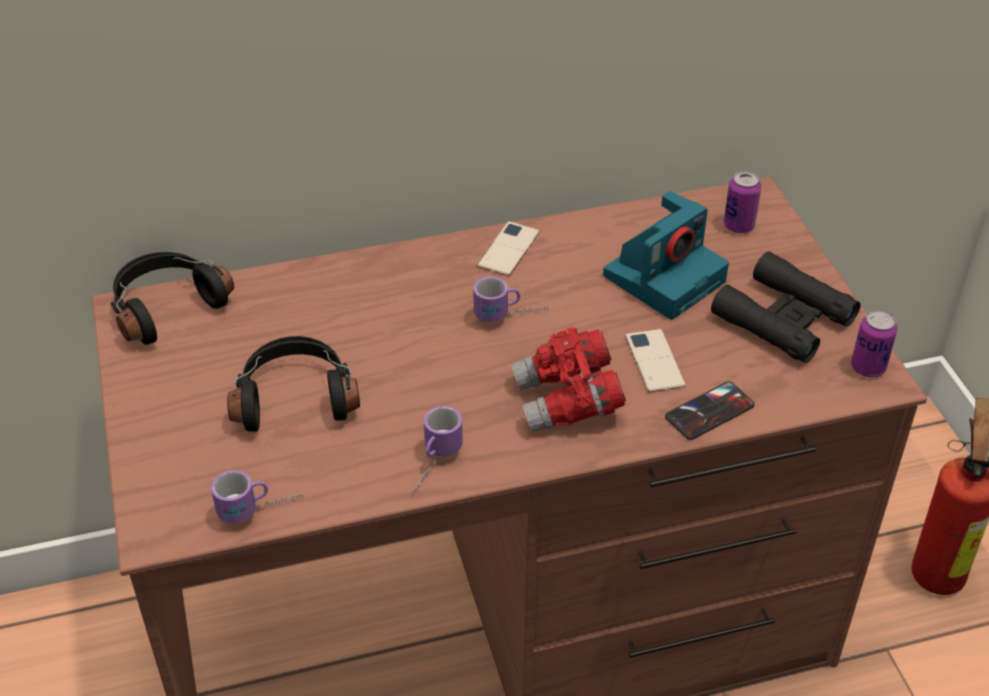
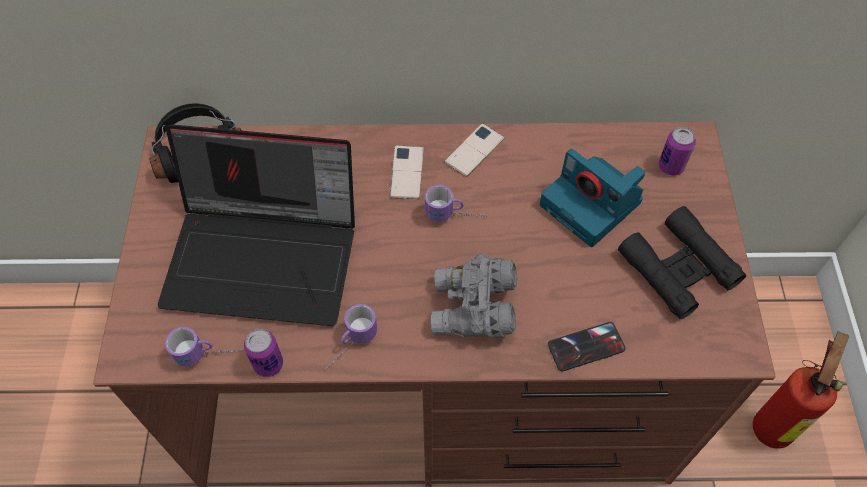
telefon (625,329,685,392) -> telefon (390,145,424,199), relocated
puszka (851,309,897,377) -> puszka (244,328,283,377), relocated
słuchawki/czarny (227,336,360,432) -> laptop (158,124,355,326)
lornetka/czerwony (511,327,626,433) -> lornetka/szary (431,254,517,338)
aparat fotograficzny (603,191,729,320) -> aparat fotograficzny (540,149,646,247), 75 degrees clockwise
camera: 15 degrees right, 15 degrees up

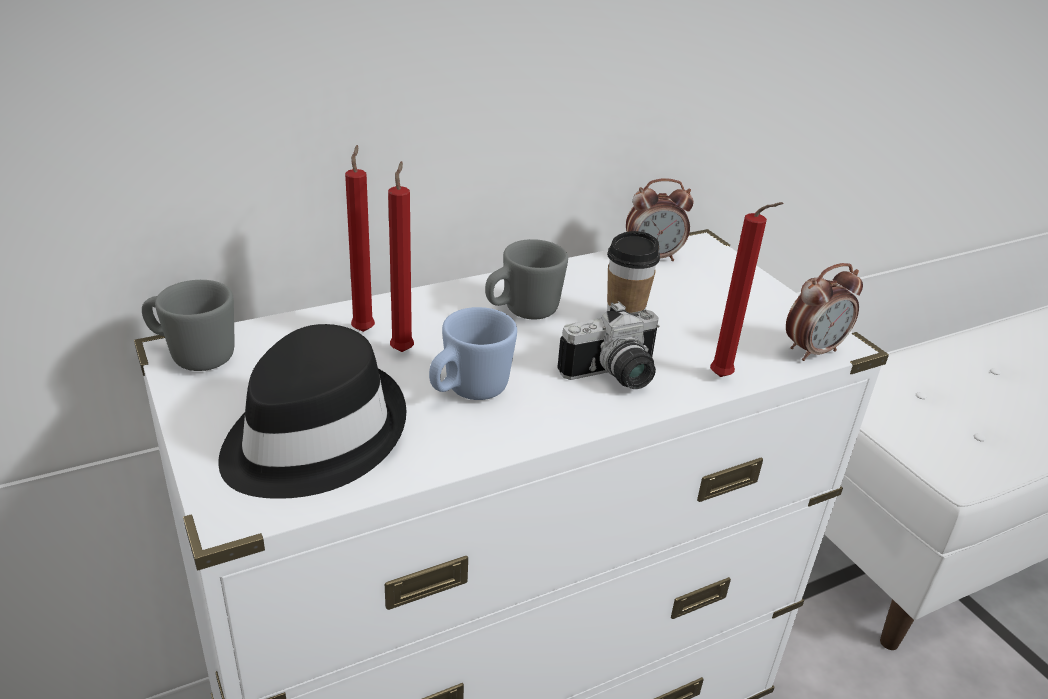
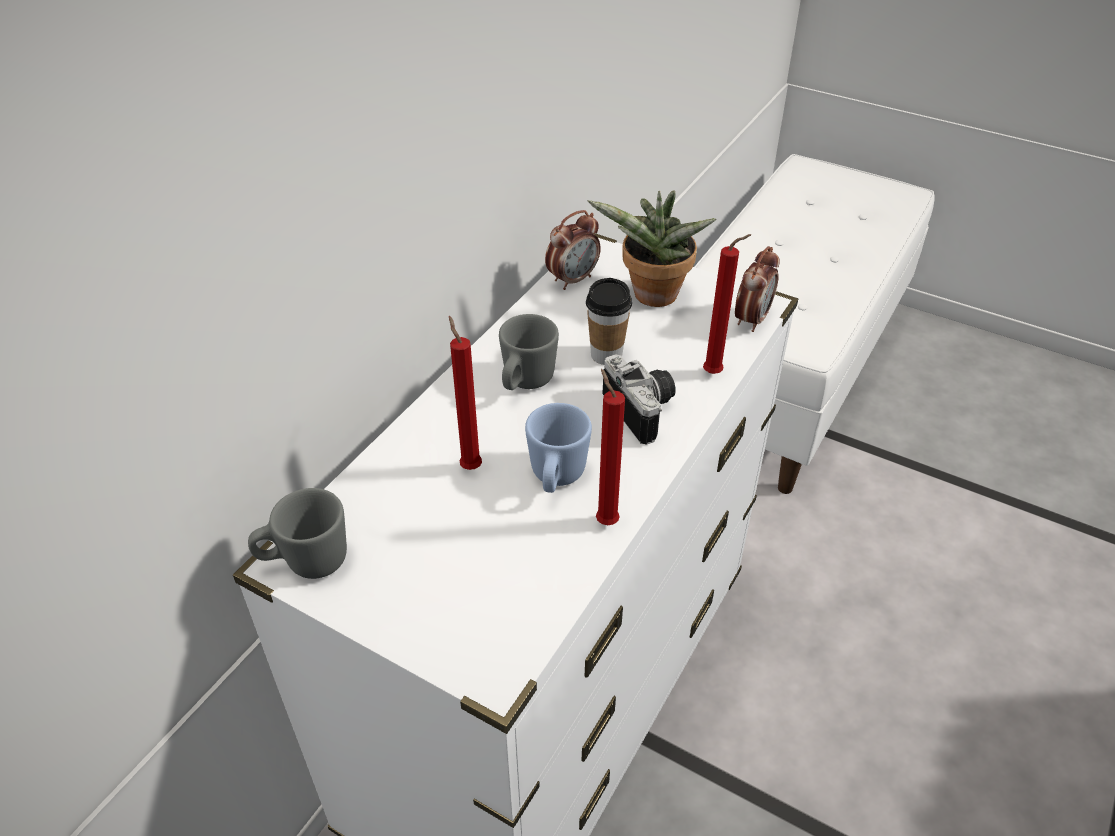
kapelusz/czarny (218,324,406,499) -> none
none -> roślina doniczkowa (587,190,716,307)
świeca/czerwony (345,145,375,332) -> świeca/czerwony (596,369,625,525), relocated
aparat fotograficzny (557,301,660,389) -> aparat fotograficzny (602,354,676,445), 60 degrees counterclockwise
camera: 30 degrees left, 10 degrees up

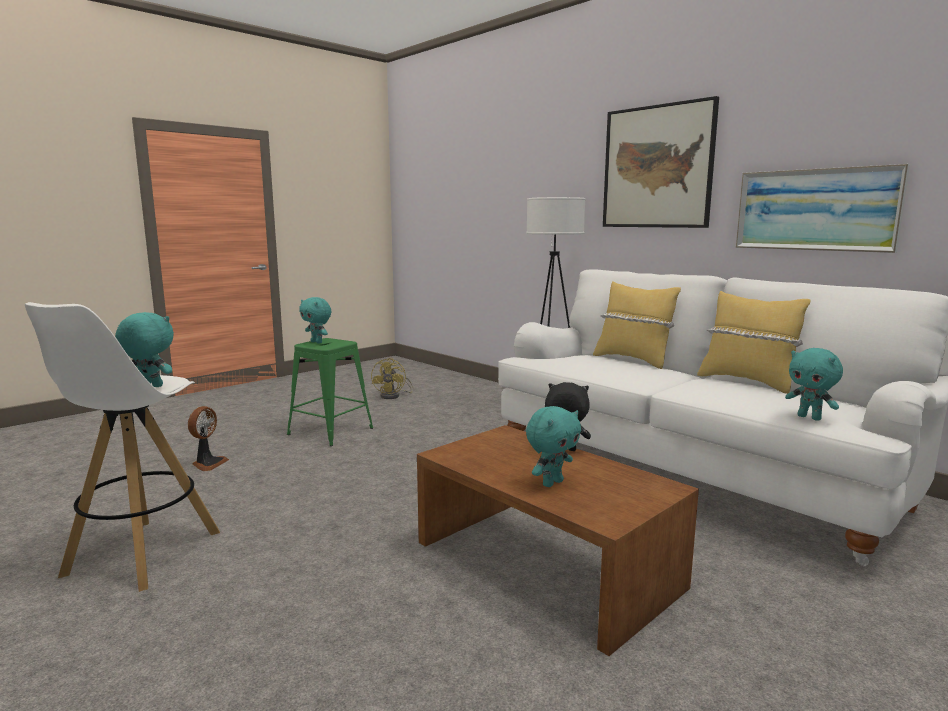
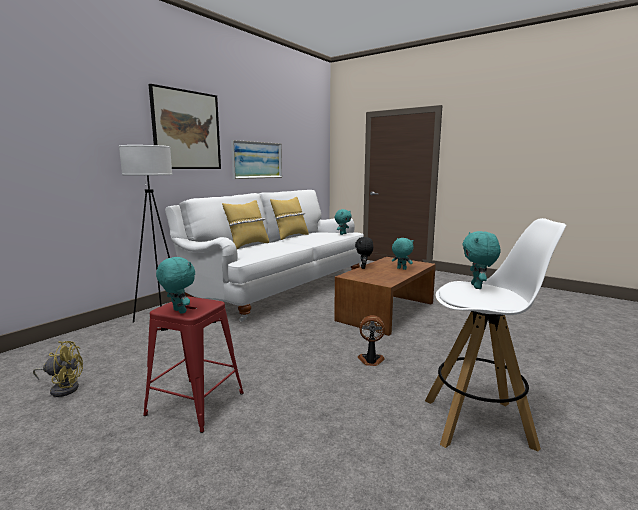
wentylator (188,406,229,471) -> wentylator (358,315,385,366), relocated
stołek/zielony (287,338,373,446) -> stołek/czerwony (143,296,244,433)
pluszak/turkusowy (299,297,331,343) -> pluszak/turkusowy (156,257,195,314), 75 degrees counterclockwise
camera: 100 degrees left, 0 degrees up

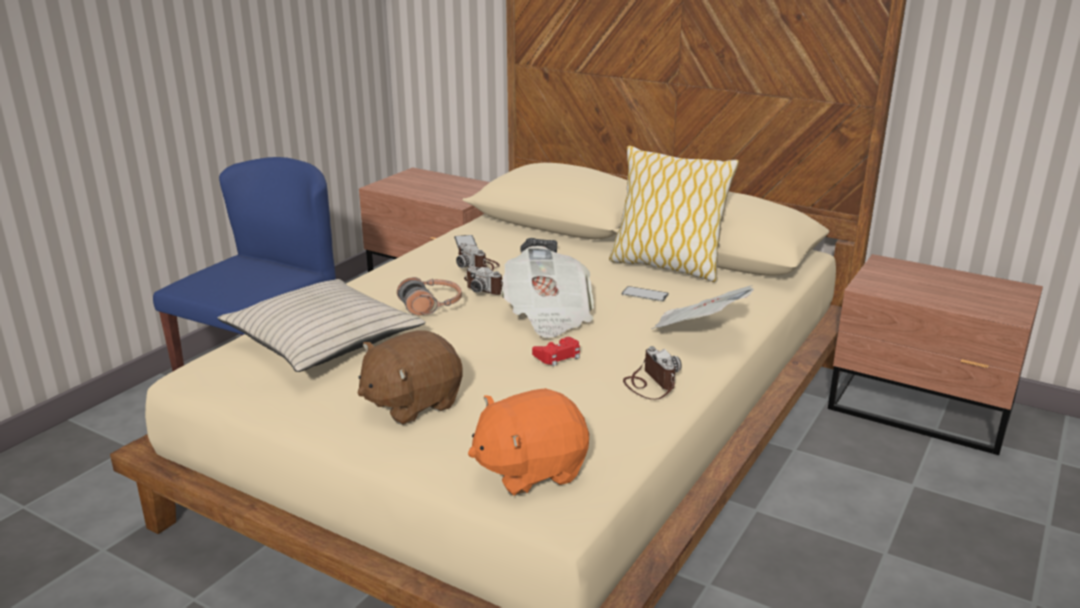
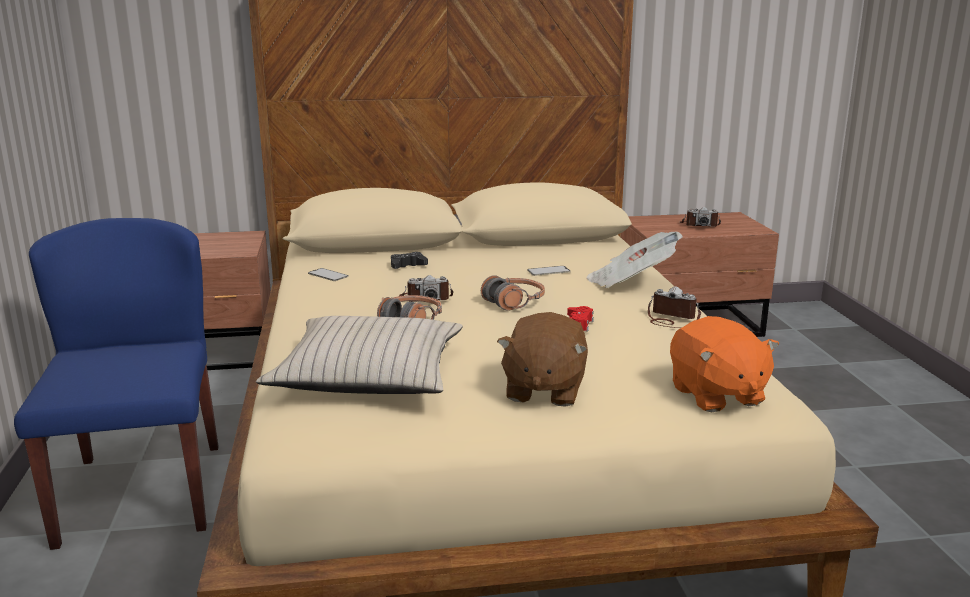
poduszka (609,146,739,282) -> none
aparat fotograficzny (456,243,500,271) -> aparat fotograficzny (680,207,721,227), relocated
gazeta (501,246,594,338) -> słuchawki (481,275,545,311)
pluszak/pomarańczowy (468,388,589,496) -> pluszak/pomarańczowy (670,316,779,412), 45 degrees counterclockwise
camera: 40 degrees left, 5 degrees down

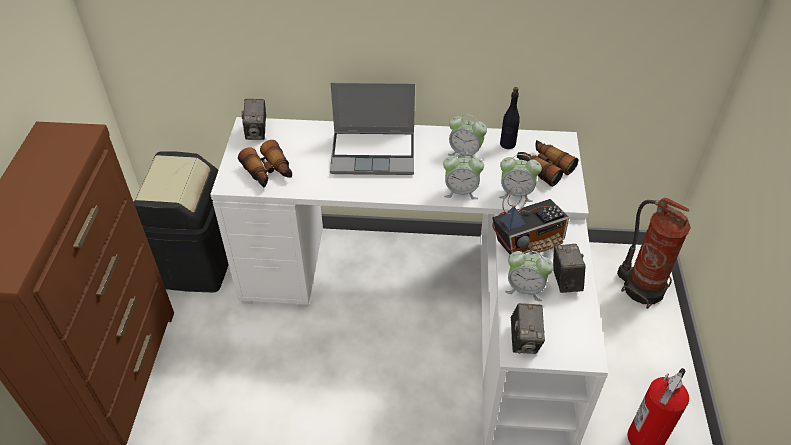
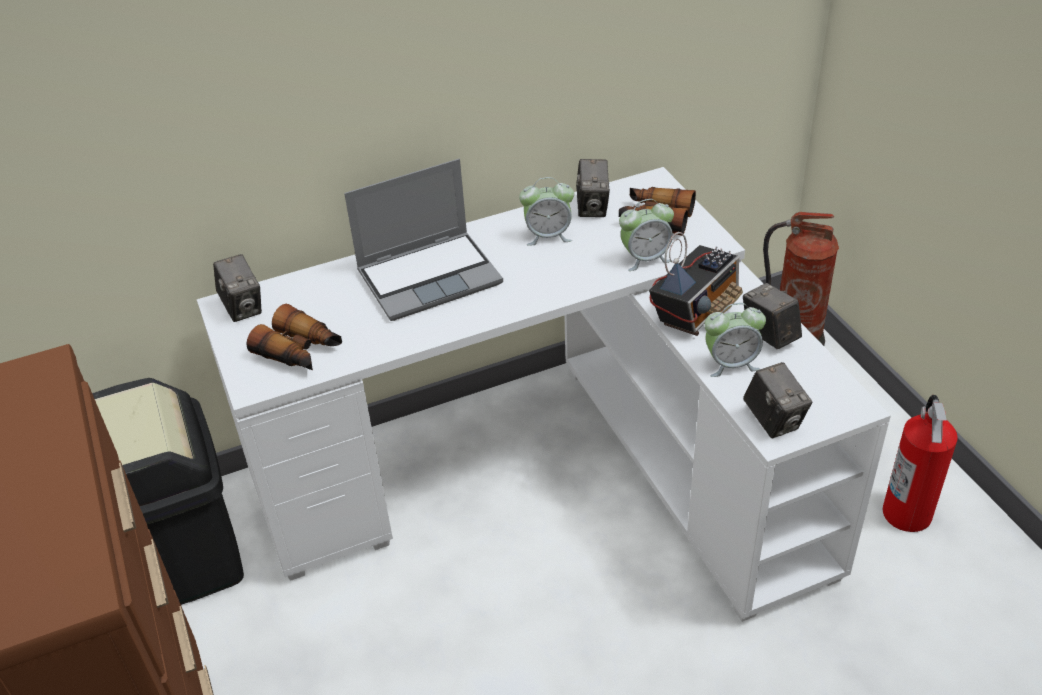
budzik (443,152,484,199) -> none
butelka/czarny (500,87,520,149) -> aparat fotograficzny (576,159,610,217)
camera: 25 degrees left, 5 degrees down

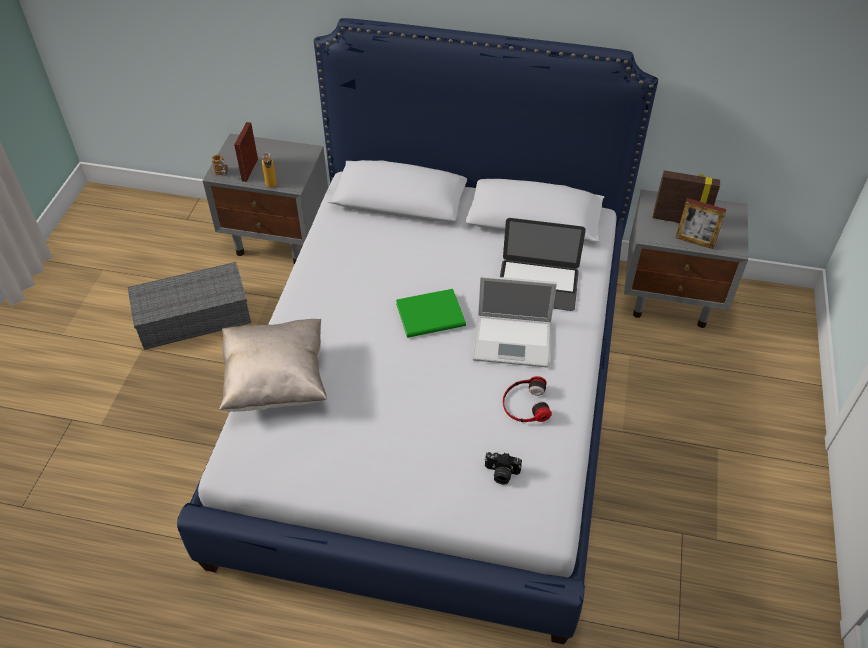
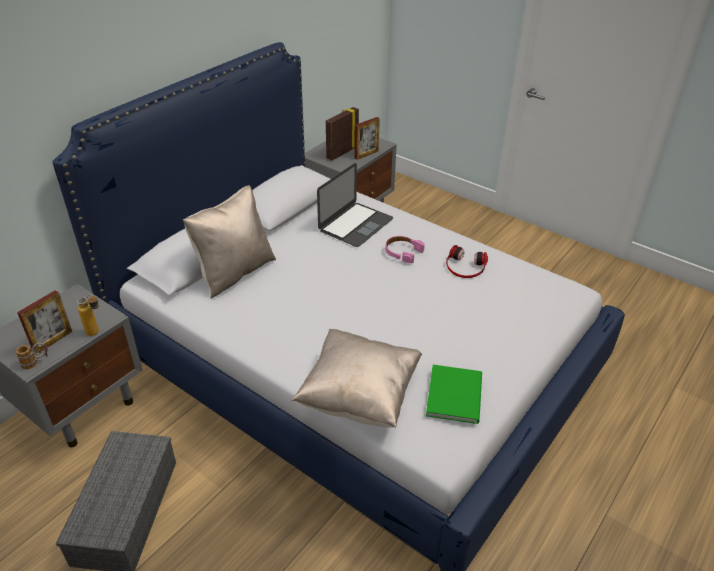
aparat fotograficzny (484,451,522,485) -> none
none -> poduszka/beżowy (183,185,276,298)
książka/zielony (396,289,466,338) -> książka/zielony (426,365,482,424), relocated
laptop (473,275,557,368) -> słuchawki/różowy (385,236,425,263)
ramka na zdjęcie (234,122,258,182) -> ramka na zdjęcie (17,290,72,353), 90 degrees counterclockwise
camera: 65 degrees left, 10 degrees down

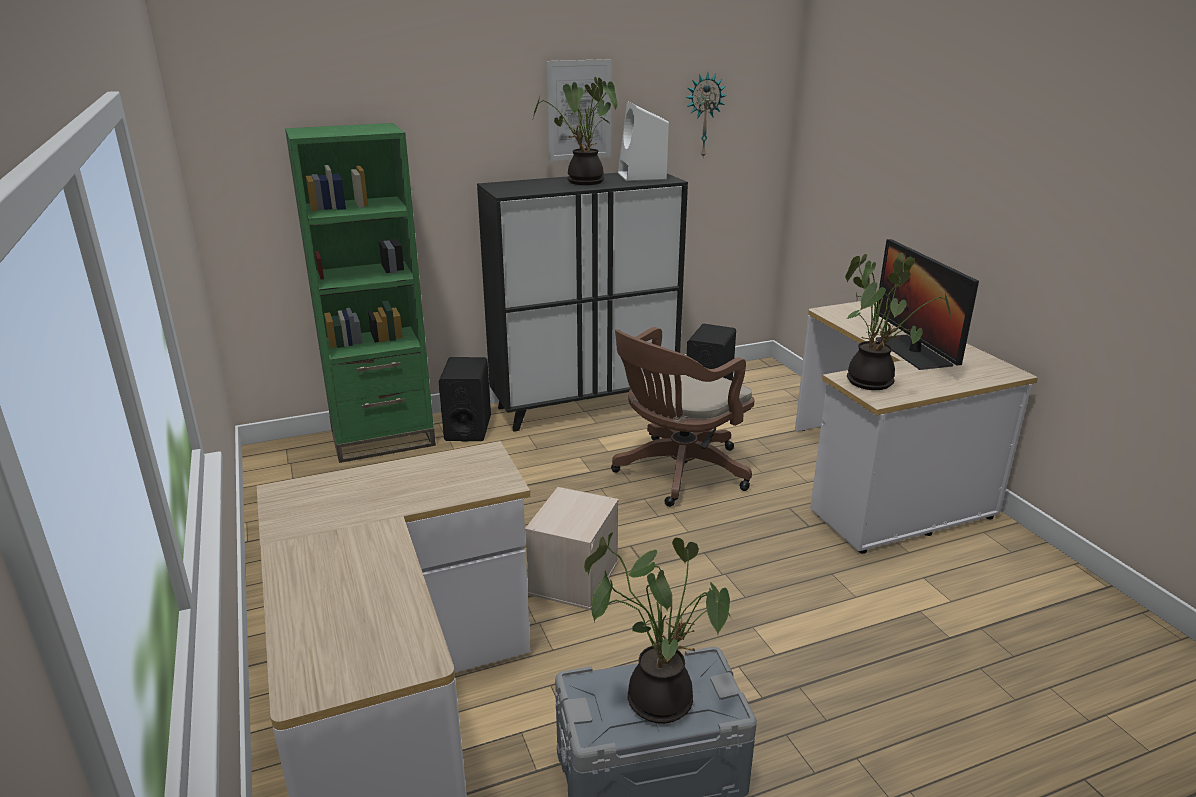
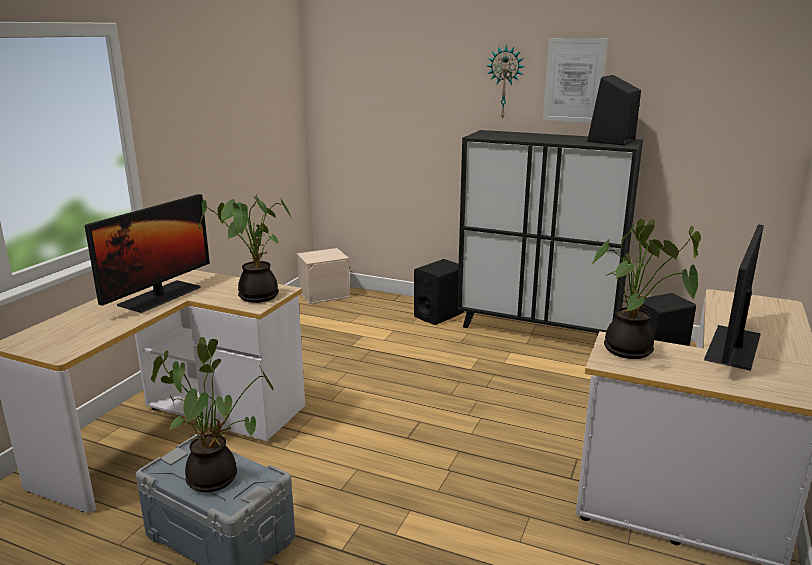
regał/zielony (285,123,436,463) -> none
krzesło biurowe/brązowy (611,327,754,507) -> none
none -> monitor (84,194,210,313)
pojemnik do przechowywania/beżowy (525,487,619,610) -> pojemnik do przechowywania/beżowy (297,248,350,304), relocated
roślina doniczkowa (533,77,618,185) -> roślina doniczkowa (199,194,292,303), relocated
zegar ścienny (686,73,727,157) -> zegar ścienny (487,45,525,120), relocated
głośnik/biały (618,101,669,181) -> głośnik/czarny (587,75,641,145)
camera: 45 degrees right, 5 degrees down

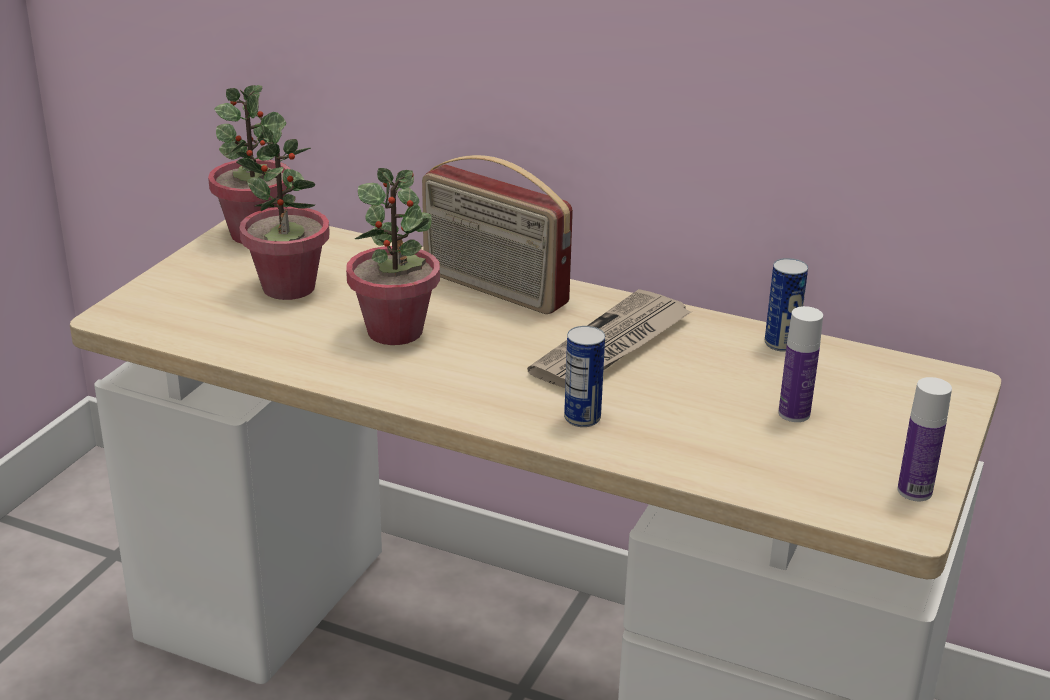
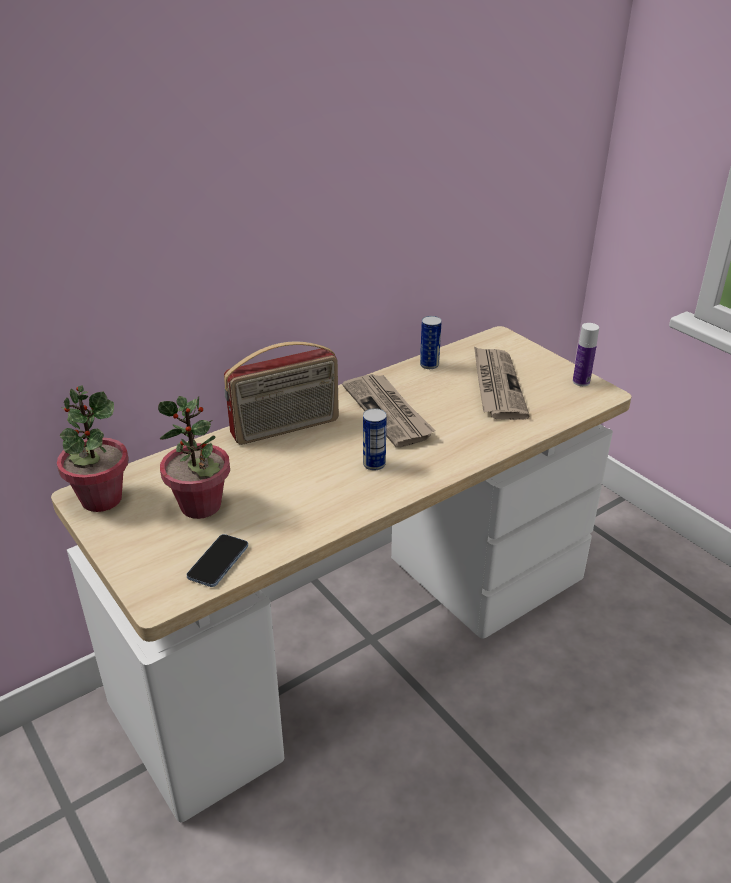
roślina doniczkowa (346,168,440,345) -> none
none -> telefon (186,534,248,587)
puszka (564,326,605,427) -> puszka (363,408,387,471), relocated
butelka (778,306,823,422) -> gazeta (474,346,530,420)
camera: 60 degrees left, 5 degrees up

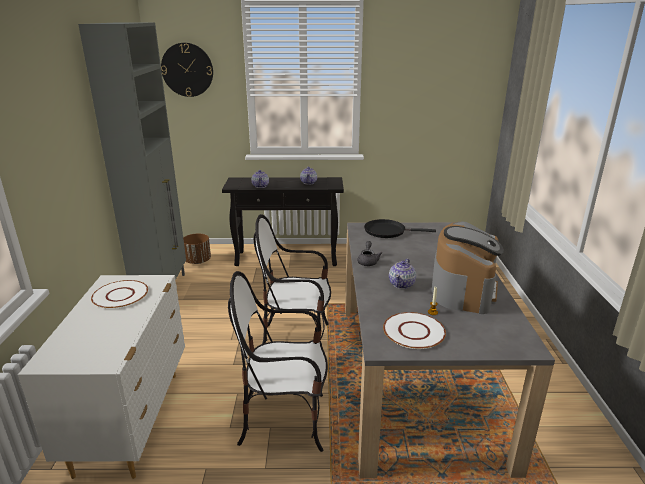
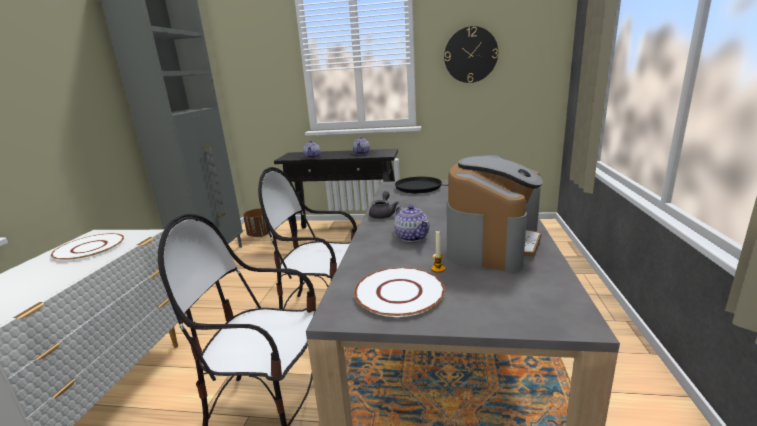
zegar ścienny (161,43,213,97) -> zegar ścienny (444,26,498,83), relocated
imbryk (389,259,416,289) -> imbryk (394,205,430,242), 60 degrees counterclockwise
camera: 10 degrees right, 5 degrees down

